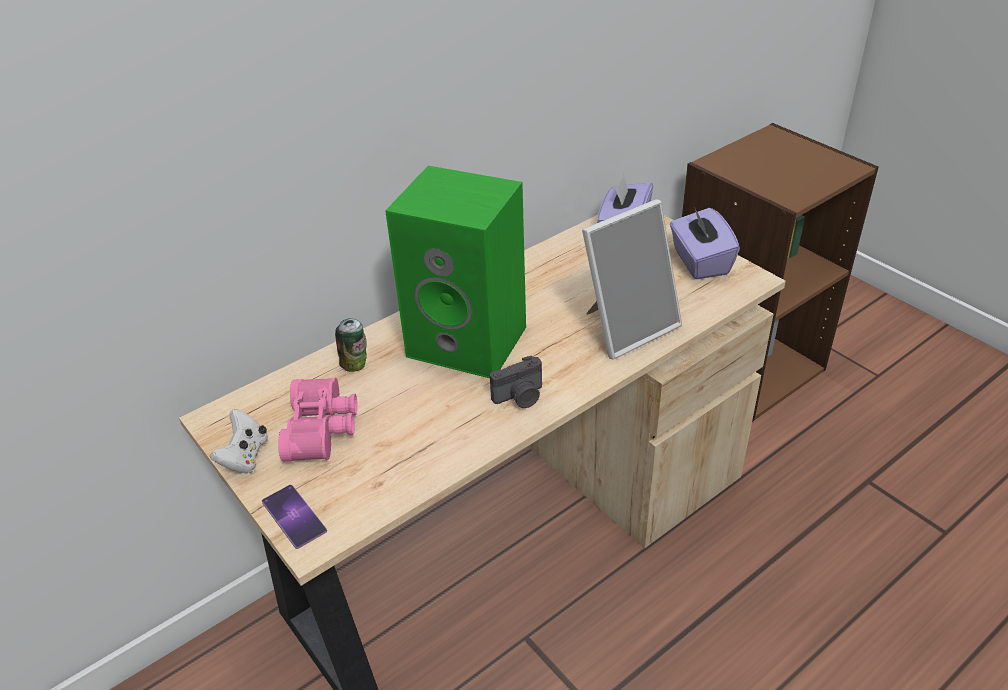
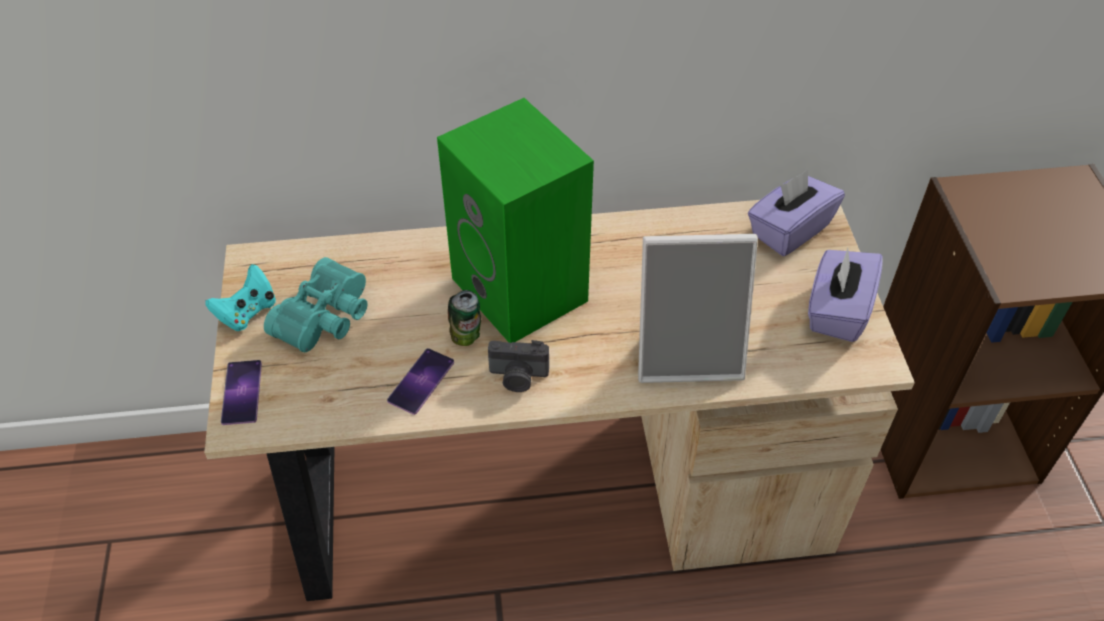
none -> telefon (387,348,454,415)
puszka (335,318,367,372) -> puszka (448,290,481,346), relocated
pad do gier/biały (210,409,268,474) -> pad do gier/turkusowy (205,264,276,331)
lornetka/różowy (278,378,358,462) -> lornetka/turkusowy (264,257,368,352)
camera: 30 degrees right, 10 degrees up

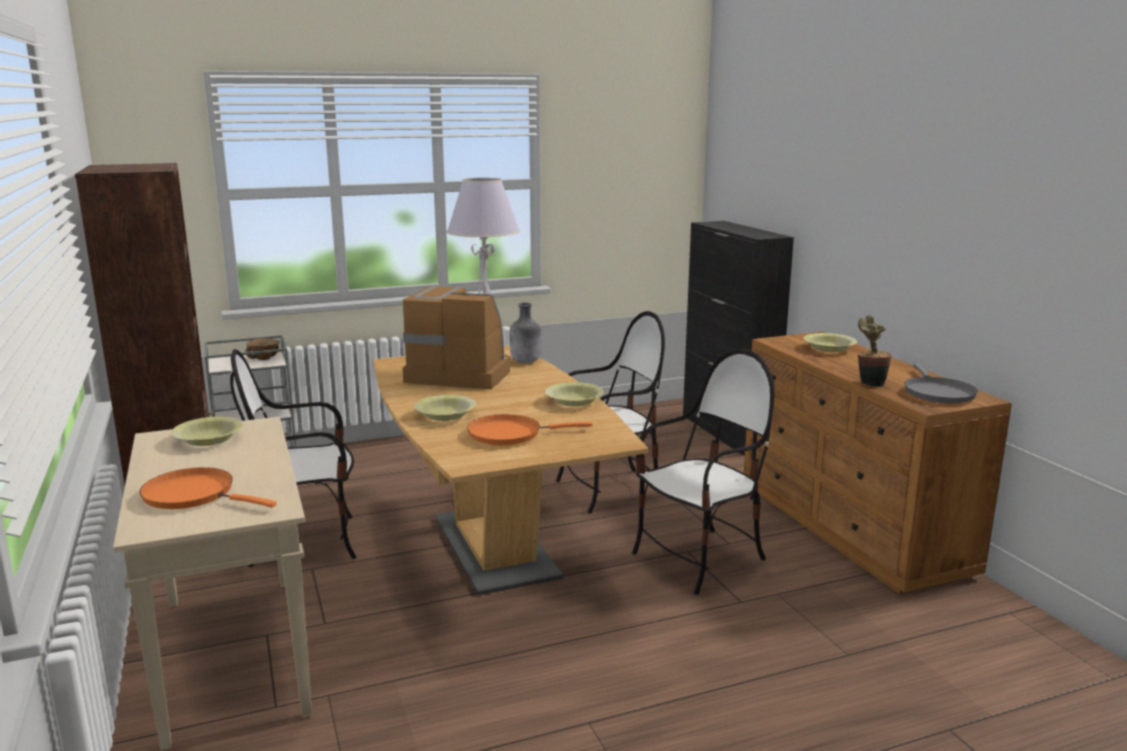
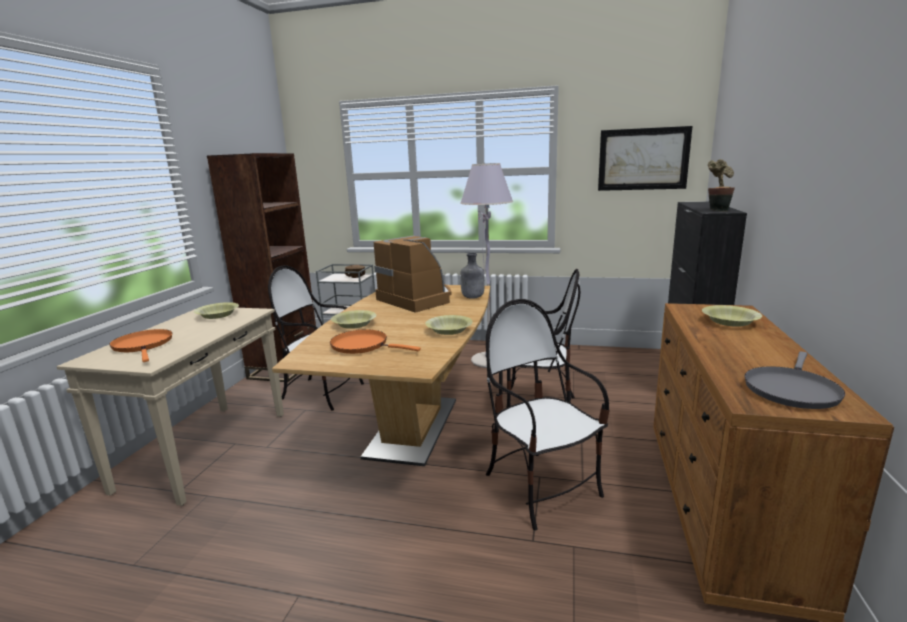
none -> obraz (598,126,692,191)
roślina doniczkowa (858,315,892,387) -> roślina doniczkowa (708,159,735,212), relocated
krzesło (632,349,775,595) -> krzesło (486,299,609,531), 120 degrees counterclockwise
camera: 35 degrees right, 0 degrees up

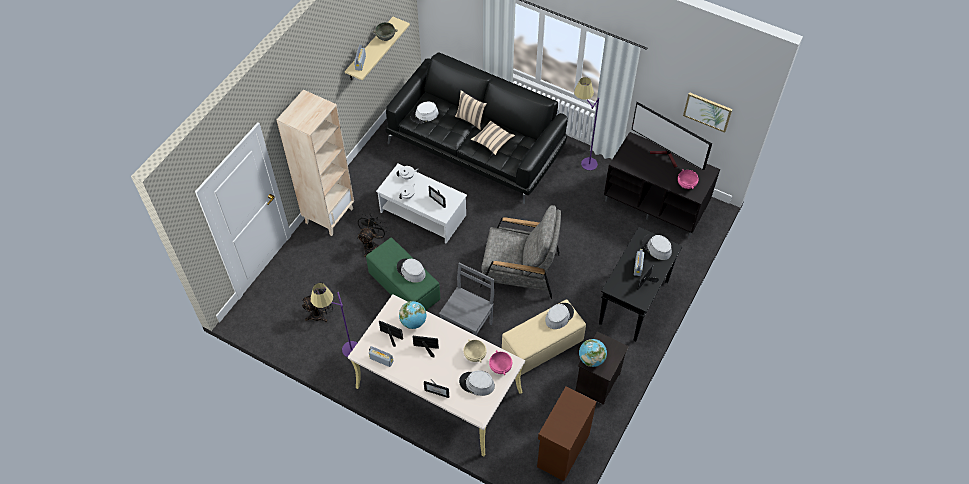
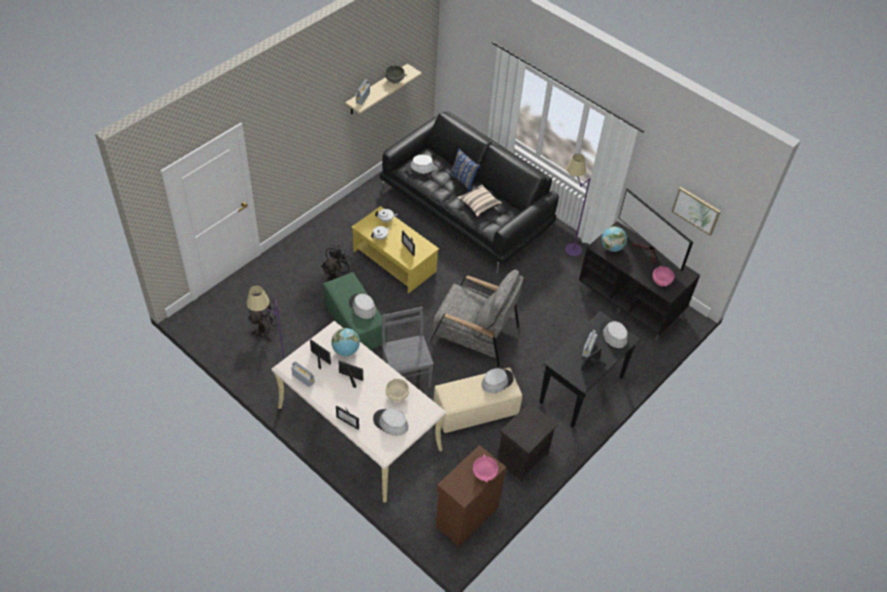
regał/beżowy (276,90,354,236) -> none
miska/różowy (489,350,512,375) -> miska/różowy (473,455,498,483), relocated
globus (579,339,607,367) -> globus (601,226,627,252), relocated
ława/biały (376,164,467,243) -> ława/żółty (352,206,439,293)
poduszka/beżowy (455,90,487,130) -> poduszka/niebieski (449,149,481,192)
krzesło/szary (439,263,494,336) -> krzesło/szary (382,307,434,388), 60 degrees counterclockwise
camera: 10 degrees right, 5 degrees down

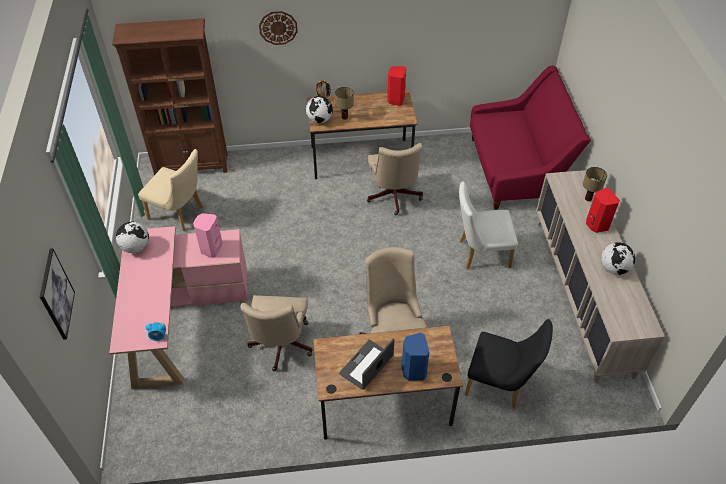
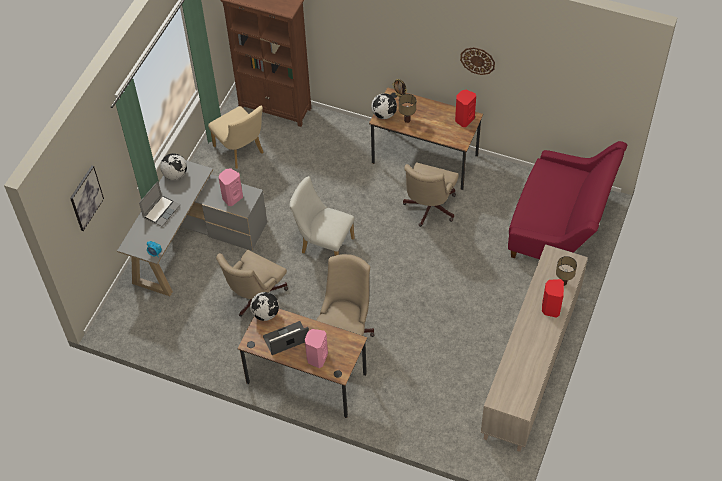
krzesło/czarny (464,319,553,409) -> none
none -> laptop (139,181,180,227)
zegar ścienny (259,11,298,45) -> zegar ścienny (460,47,495,75), relocated
krzesło/biały (459,181,518,269) -> krzesło/biały (290,176,355,256), relocated
globus (601,242,635,275) -> globus (250,292,279,321), relocated
biurko/różowy (109,226,248,389) -> biurko/szary (117,160,267,296)
głośnik/niebieski (402,333,429,381) -> głośnik/różowy (305,329,328,368)
camera: 30 degrees right, 5 degrees up

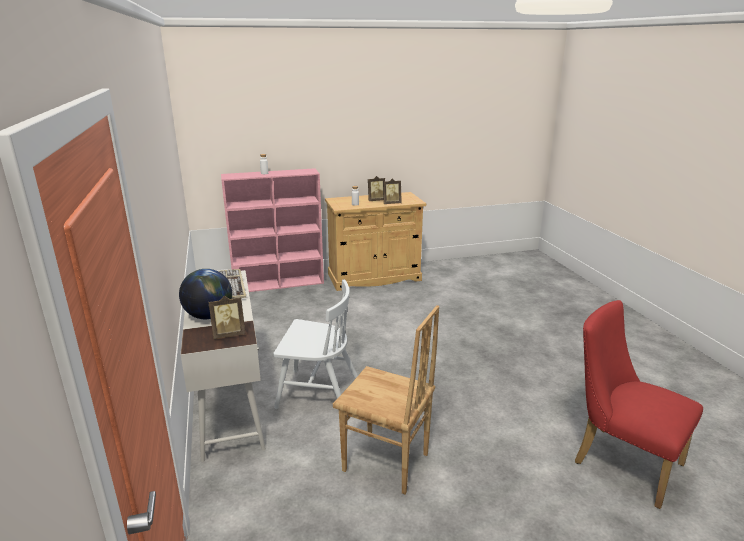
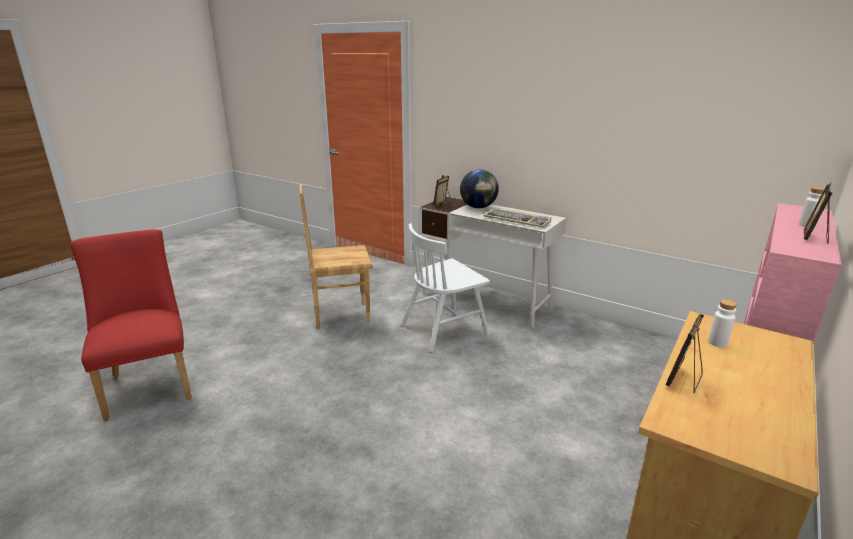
ramka na zdjęcie (368,176,385,201) -> ramka na zdjęcie (804,183,832,244), relocated
krzesło/czerwony (575,300,703,509) -> krzesło/czerwony (70,229,192,421), 120 degrees counterclockwise
camera: 140 degrees right, 0 degrees up

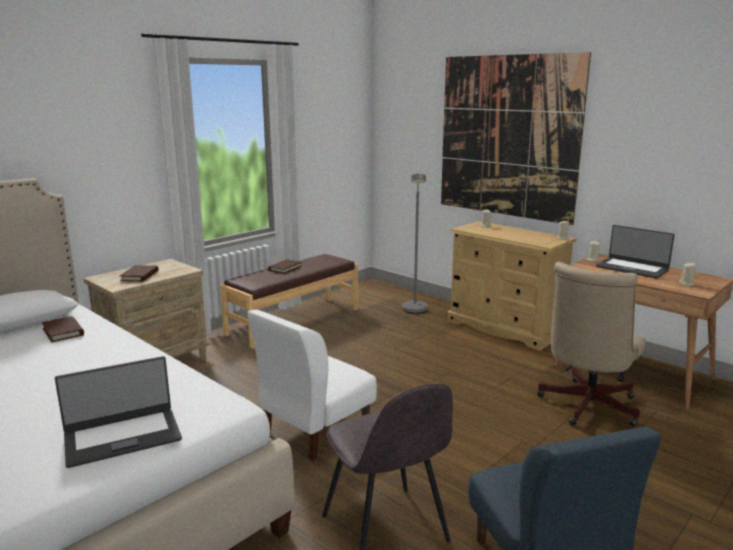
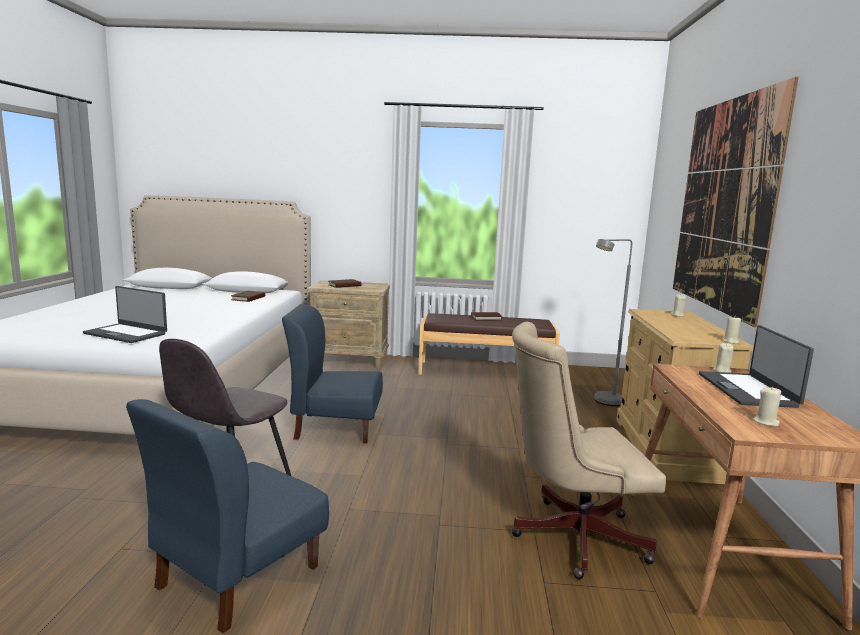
krzesło/biały (247,310,377,461) -> krzesło/niebieski (282,304,383,443)
camera: 50 degrees right, 5 degrees down

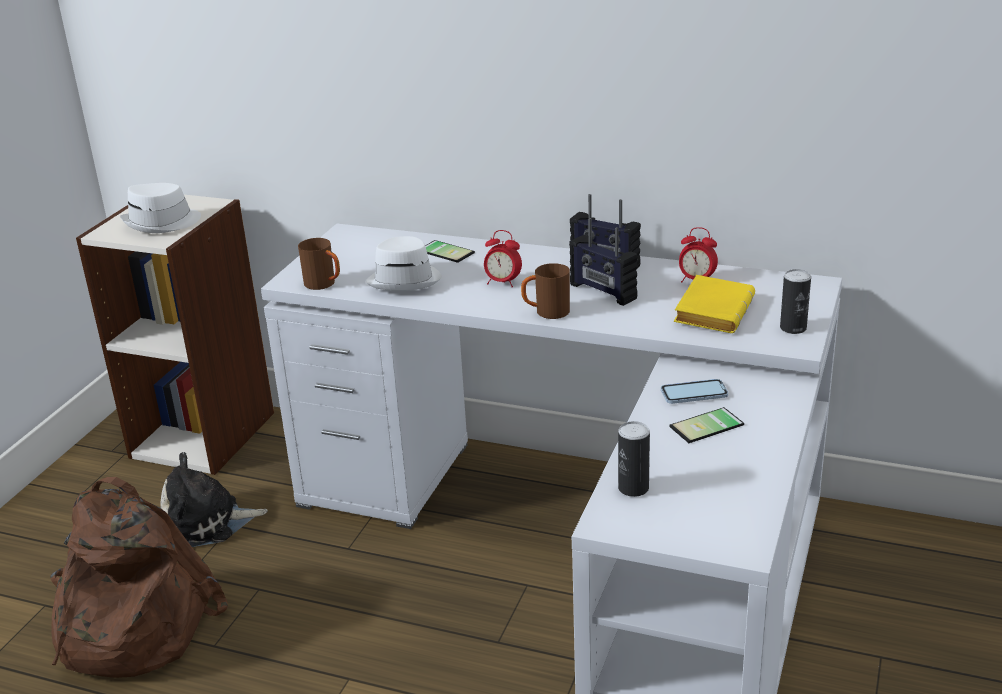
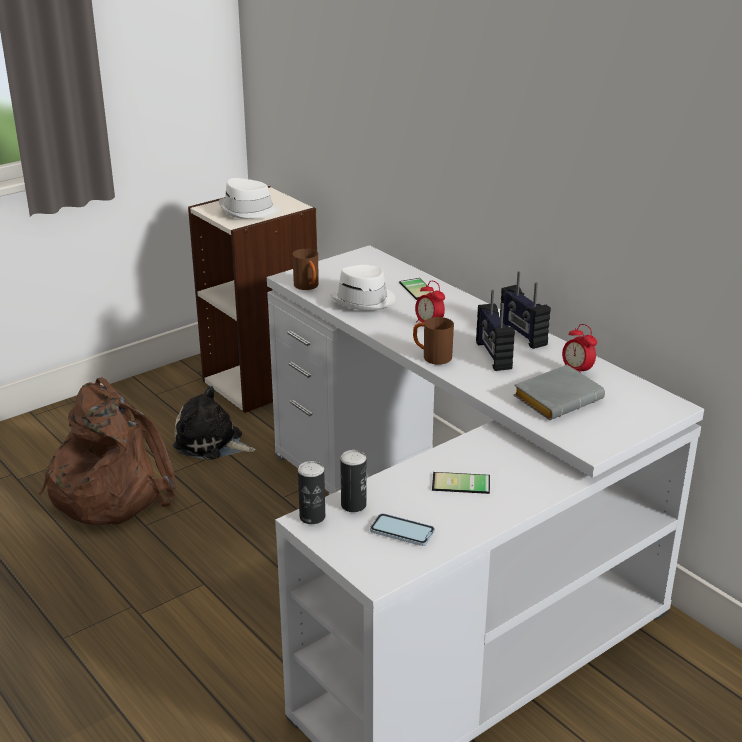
telefon (661,379,728,404) -> telefon (370,513,435,546), relocated
puszka (780,269,811,334) -> puszka (298,461,325,524), relocated
książka/żółty (674,275,755,333) -> książka/szary (513,365,605,420)
camera: 30 degrees right, 0 degrees up

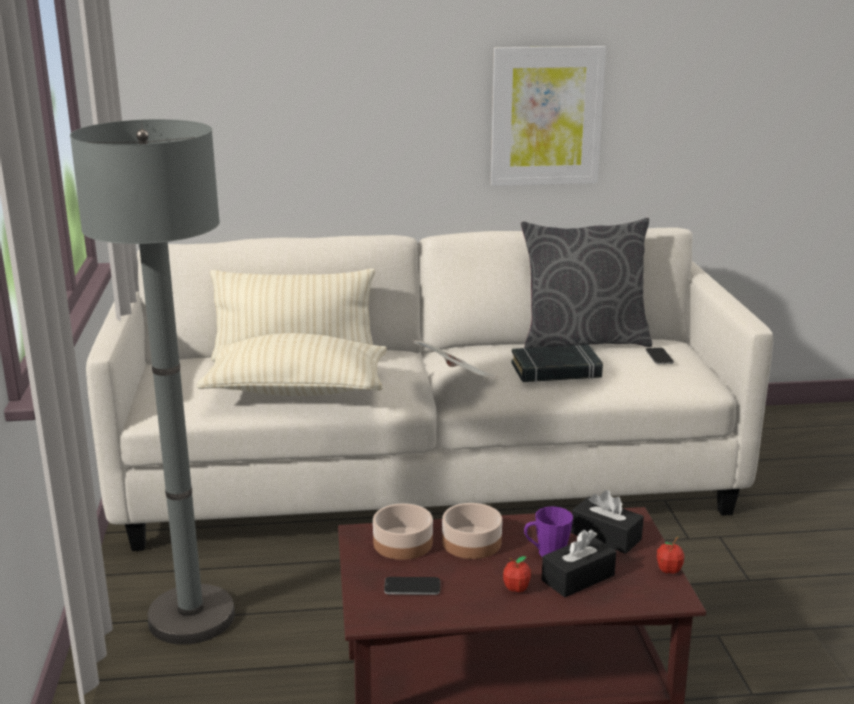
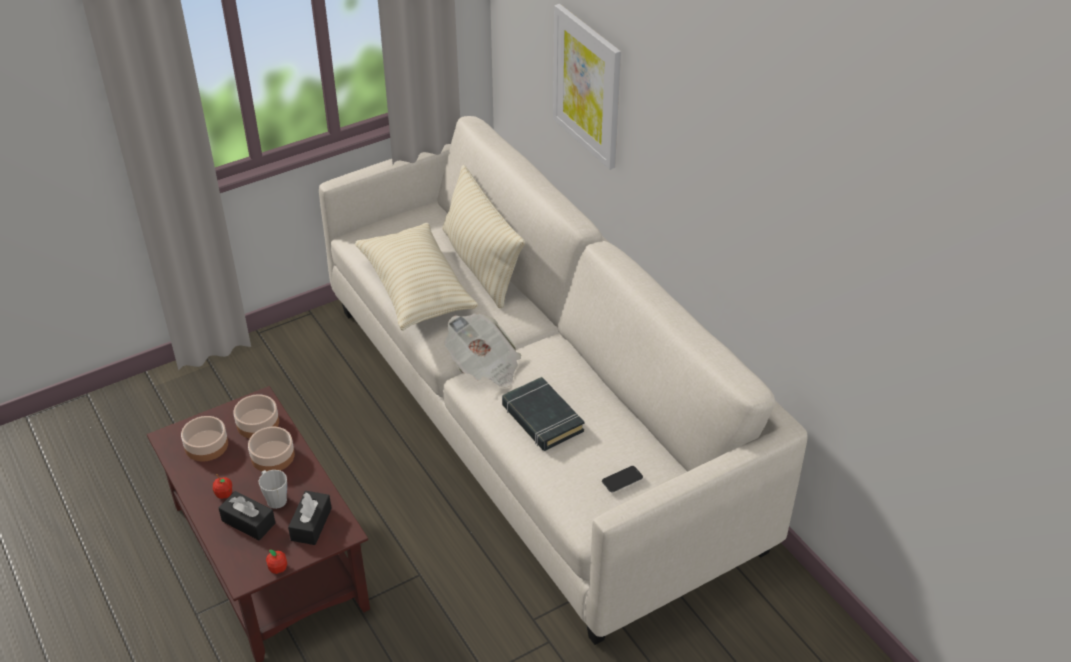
lampa stojąca/szary (70,119,235,645) -> none
poduszka/szary (521,218,652,348) -> none
obraz (491,46,606,186) -> obraz (553,4,621,170), relocated
telefon (384,577,440,595) -> miska (181,416,228,462)
kubek/fioletowy (524,506,573,557) -> kubek/szary (259,470,287,509)
camera: 65 degrees right, 20 degrees up

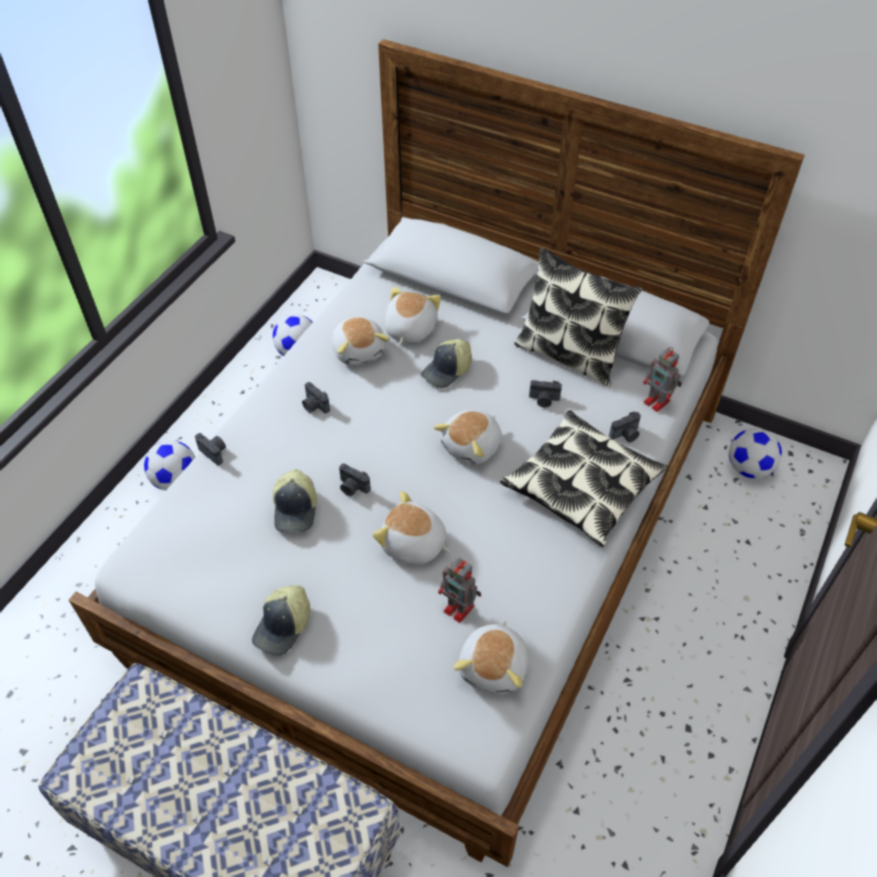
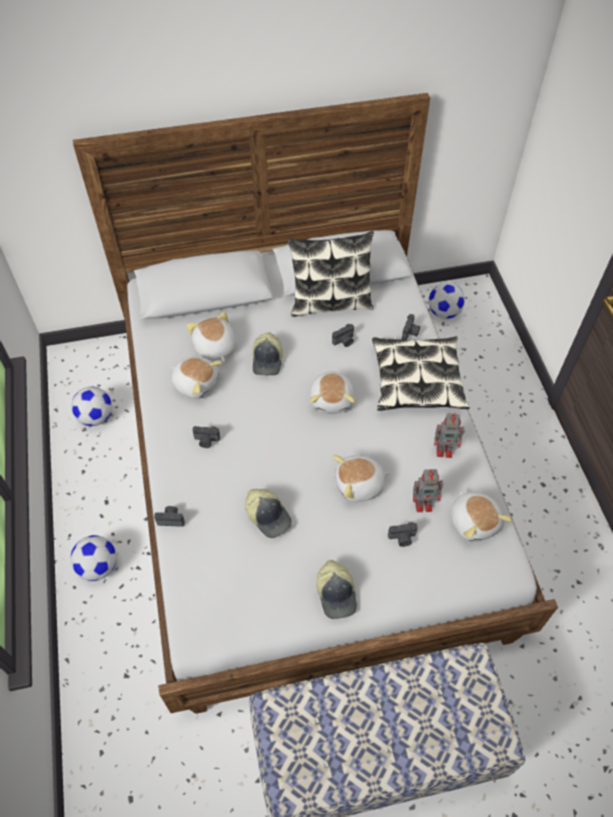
aparat fotograficzny (339,463,371,496) -> aparat fotograficzny (388,522,418,547), relocated
robot zabawkowy (643,347,682,412) -> robot zabawkowy (434,413,465,458), relocated
camera: 40 degrees left, 5 degrees up

